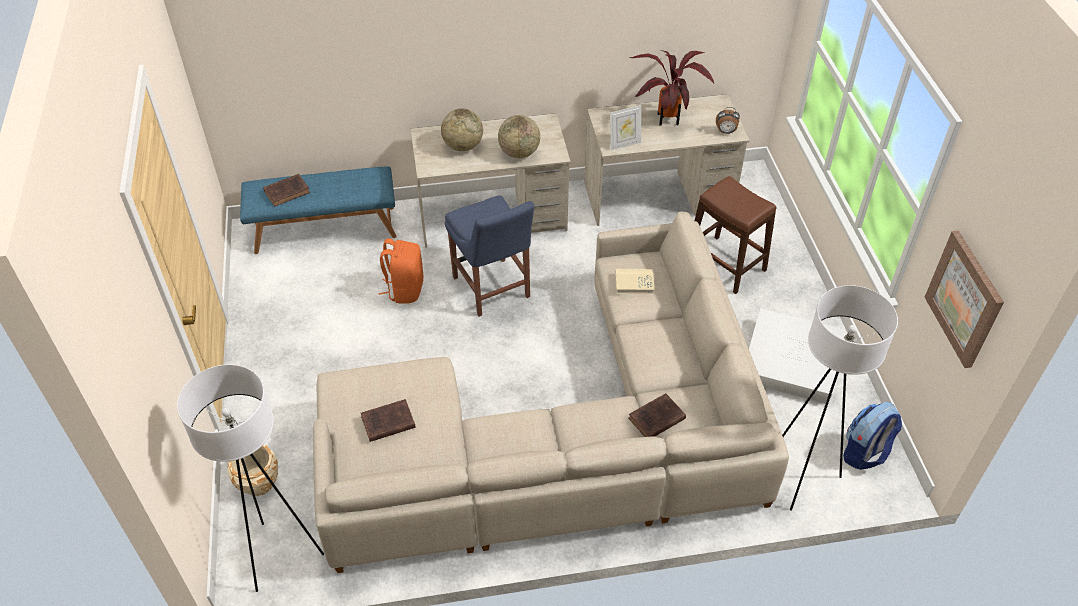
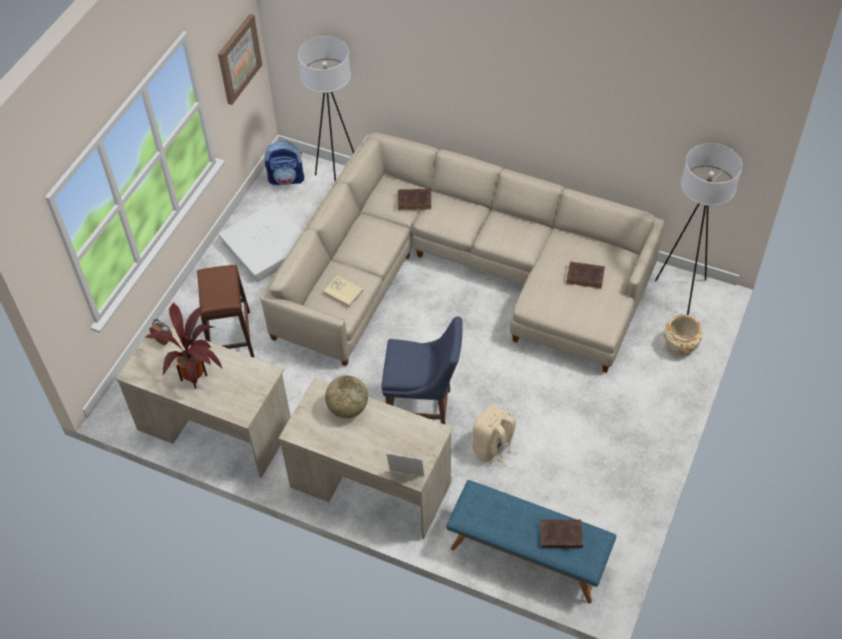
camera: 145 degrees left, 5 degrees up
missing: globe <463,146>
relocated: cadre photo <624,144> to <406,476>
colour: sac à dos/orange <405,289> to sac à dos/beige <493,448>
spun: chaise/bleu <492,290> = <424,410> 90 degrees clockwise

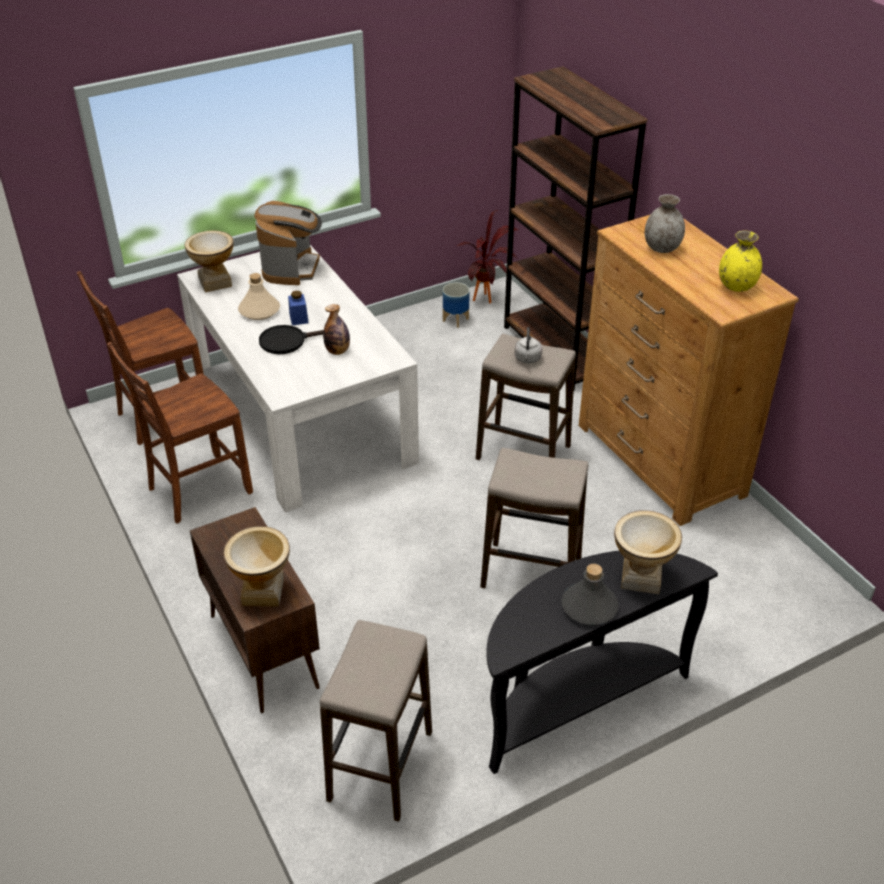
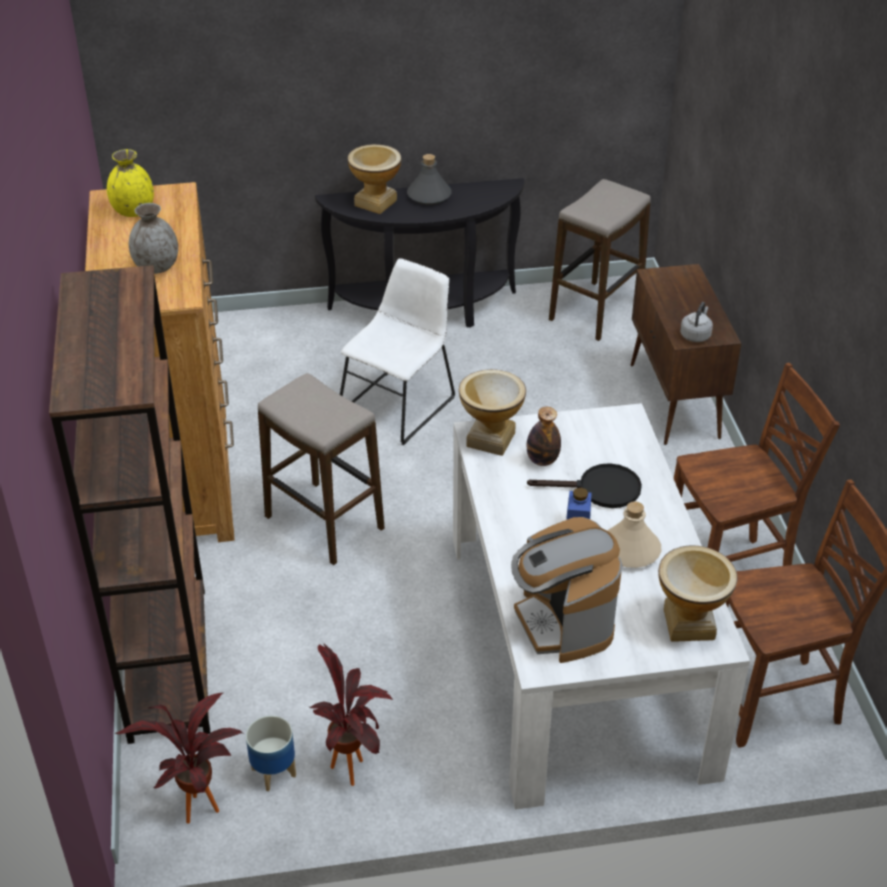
camera: 160 degrees left, 0 degrees up
appeared: plante en pot <354,764>
relocated: vase <263,592> to <490,439>; bouilloire/gris <527,359> to <696,335>
exchanged: tabouret <531,573> to chaise/blanc <399,404>
spun: machine à café <291,268> = <563,623> 45 degrees counterclockwise

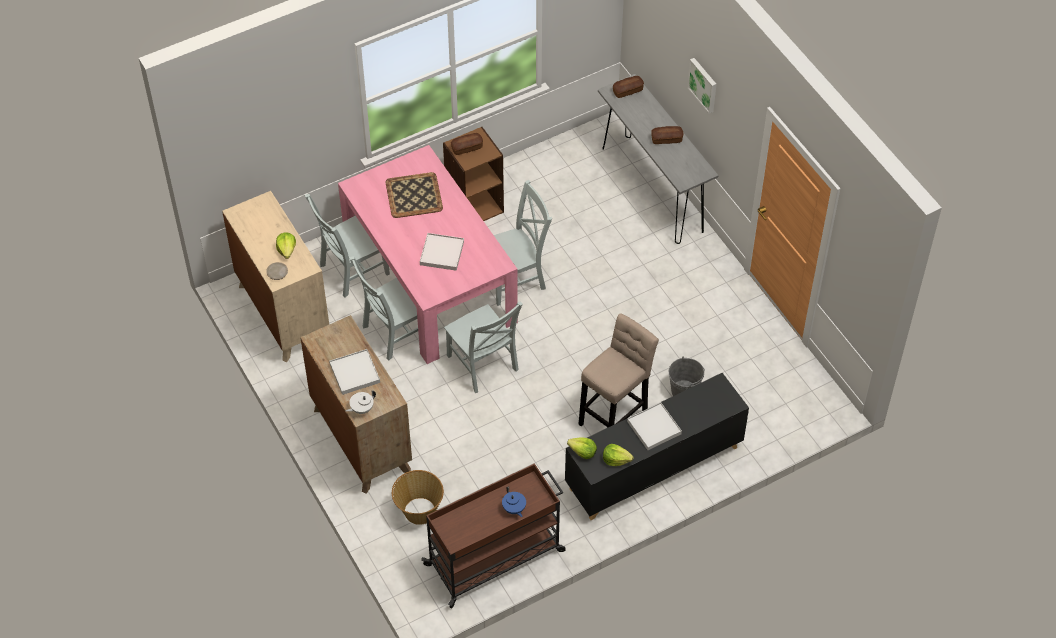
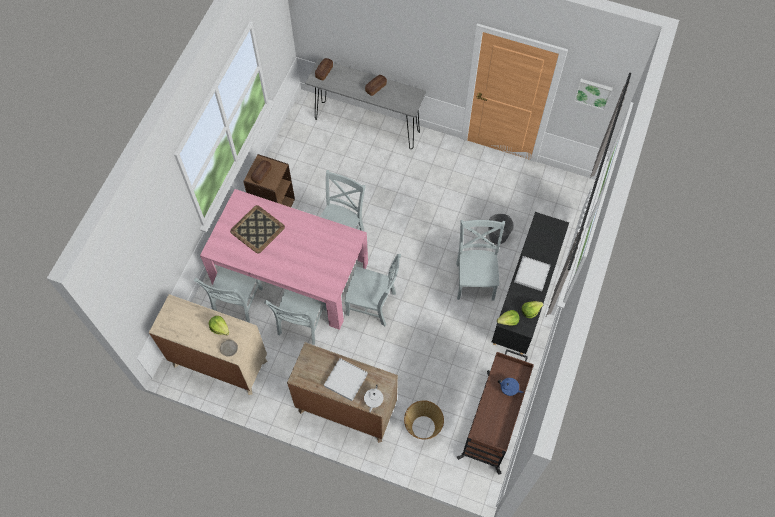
camera: 40 degrees left, 10 degrees up
missing: plateau/blanc <441,253>
relocated: tableau <703,84> to <593,93>
exchanged: tabouret/beige <615,415> to chaise/gris <475,279>

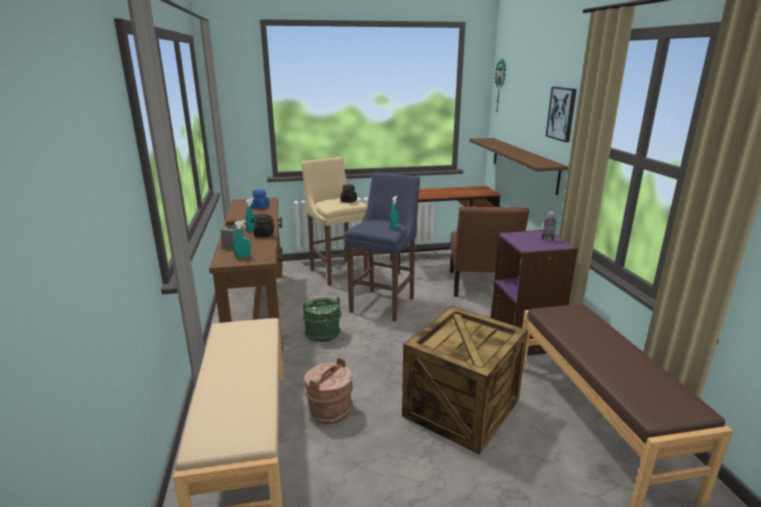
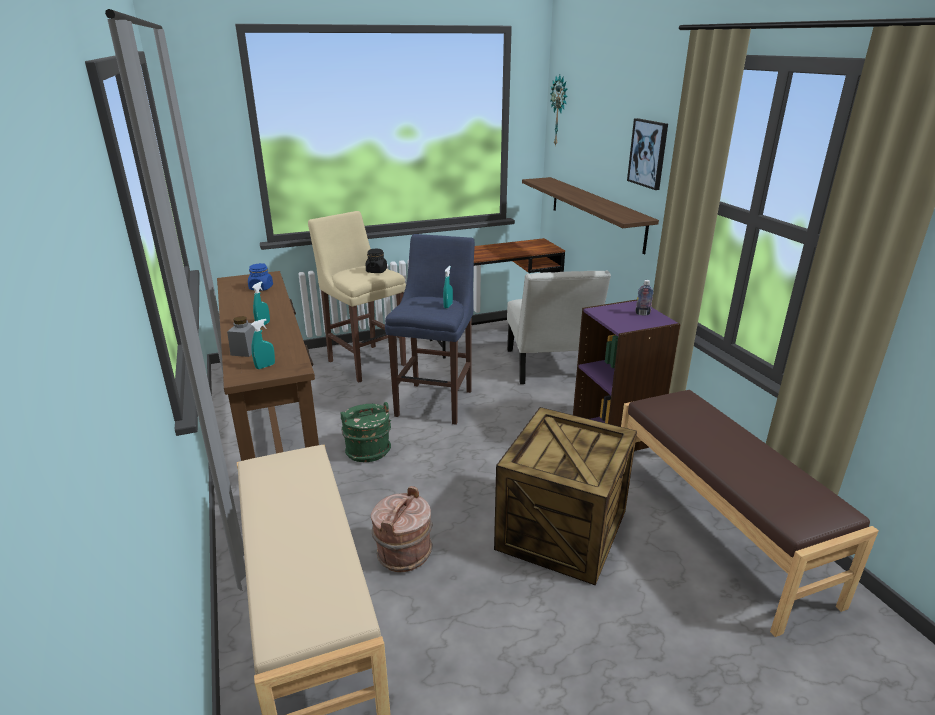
camera: 10 degrees left, 5 degrees up
missing: bocal/noir <264,235>
colour: chaise/marron <480,286> to chaise/blanc <549,368>

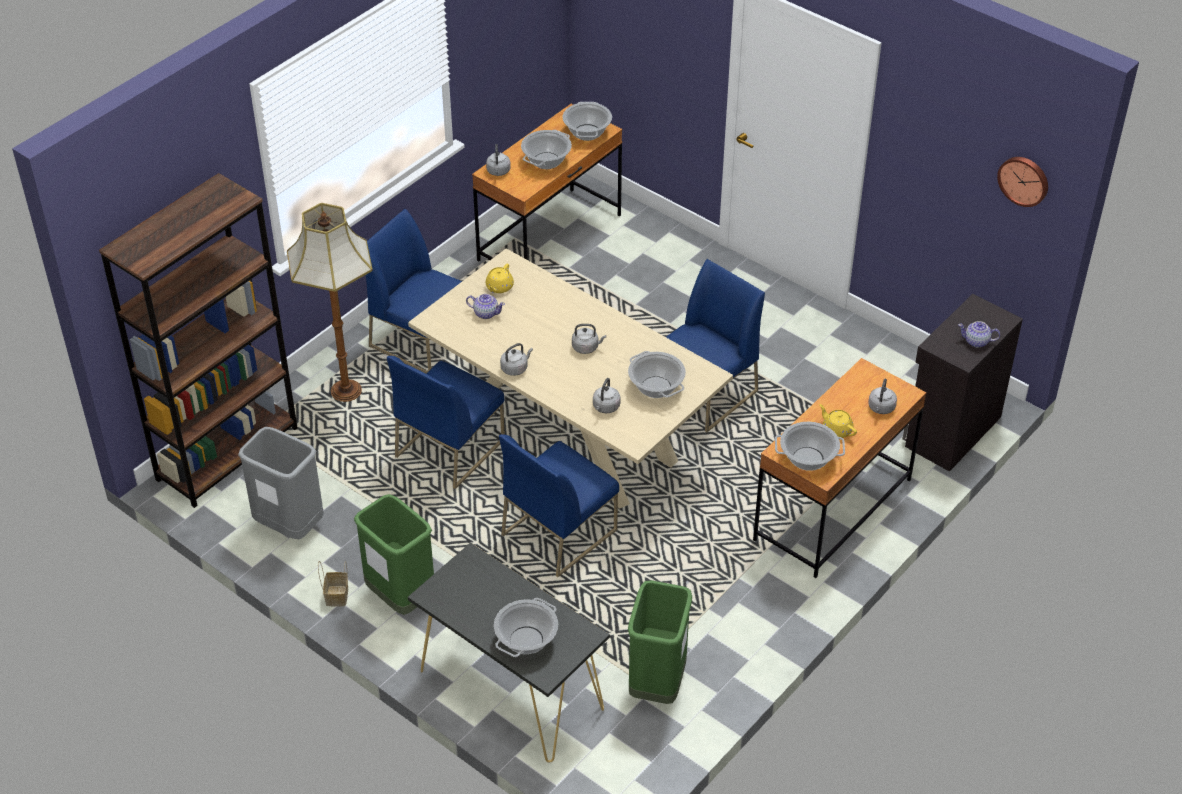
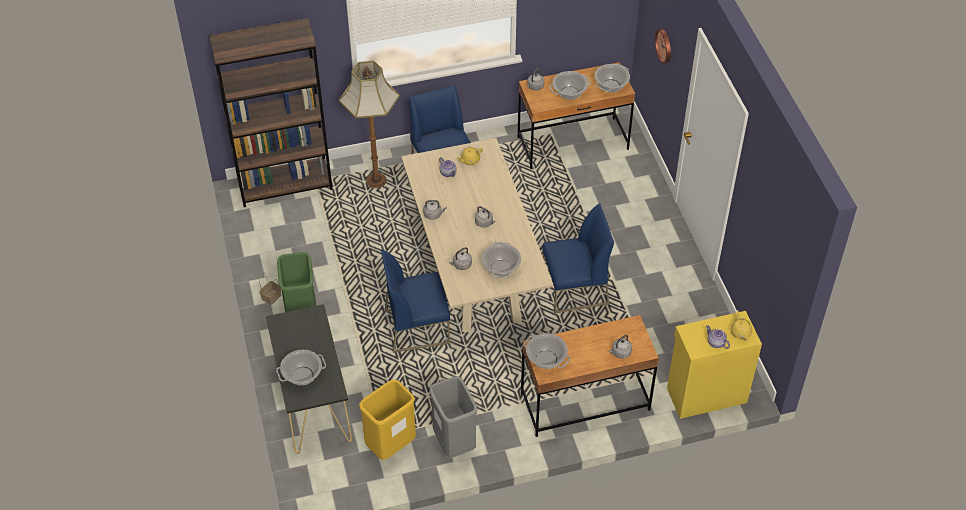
camera: 35 degrees right, 5 degrees up
missing: chaise/bleu <450,448>
relocated: poubelle/gris <290,526> to <454,442>; horloge murale <1024,180> to <664,45>; théière/jaune <836,430> to <740,331>
colour: poubelle/vert <657,684> to poubelle/jaune <390,445>; meuble de rangement/noir <951,431> to meuble de rangement/jaune <705,394>

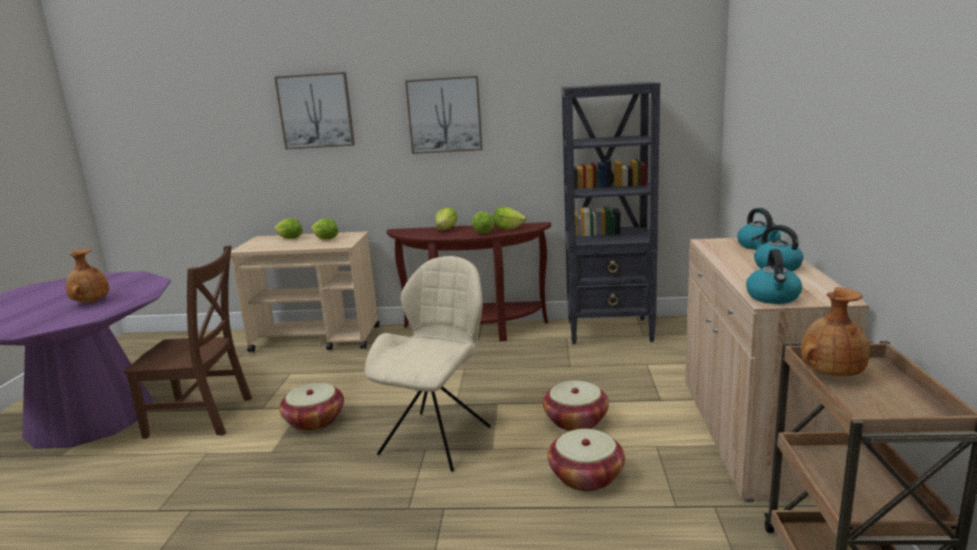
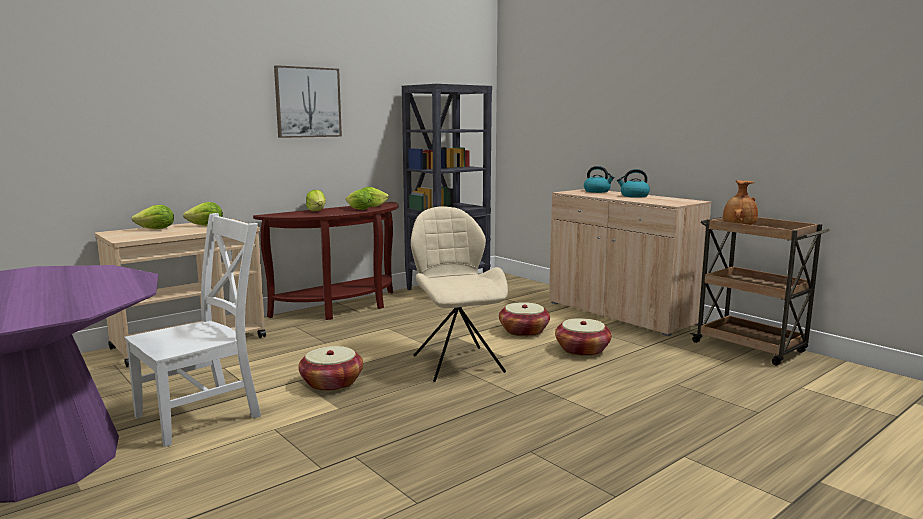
camera: 45 degrees left, 5 degrees down
missing: vase/marron <90,302>; tableau <316,111>; bouilloire <773,297>
colour: chaise/marron <204,417> to chaise/blanc <203,414>

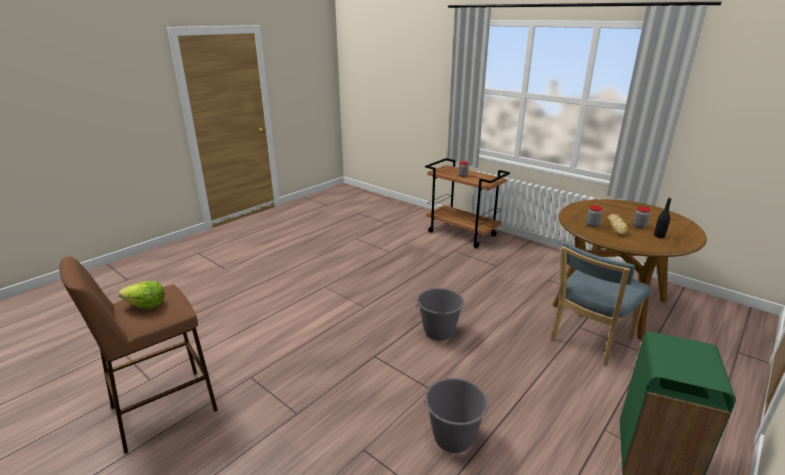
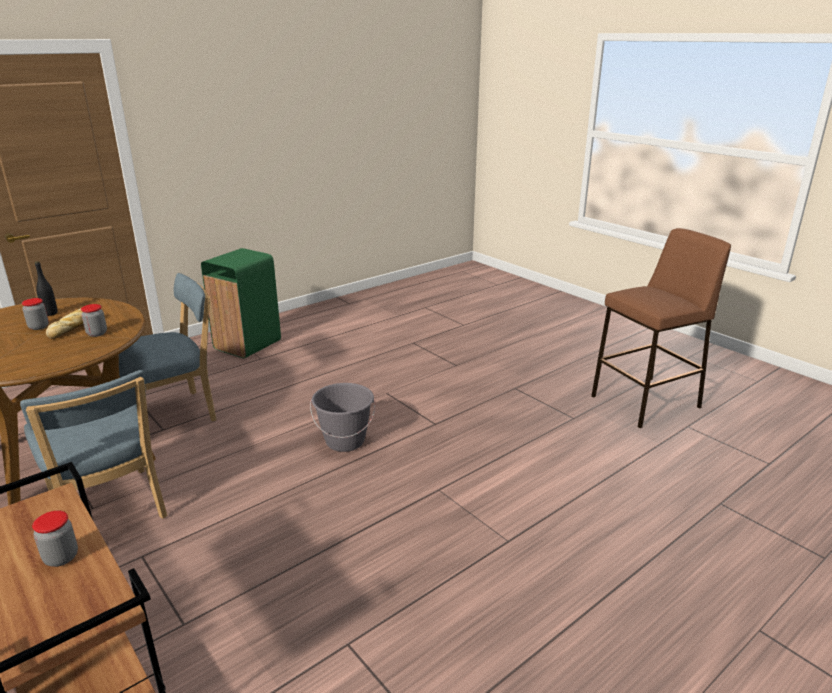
camera: 170 degrees left, 0 degrees up
missing: laitue <146,305>; seau/gris <453,438>
appeared: chaise/bleu <110,512>

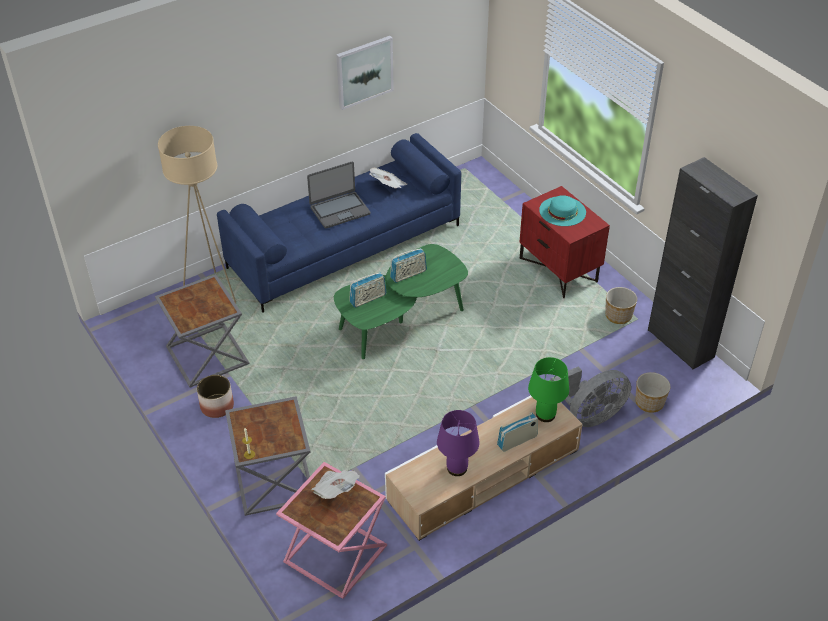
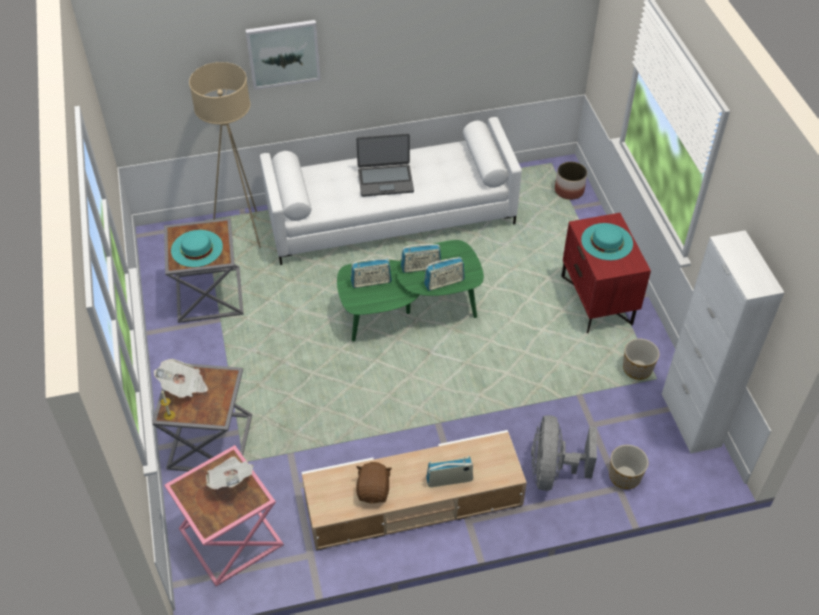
camera: 20 degrees right, 5 degrees up
missing: lampe de table/vert <545,415>
appeared: chapeau/turquoise <196,248>; radio <444,282>
relocated: journal <388,186> to <184,386>; tableau <364,72> to <283,53>; cache-pot <217,406> to <569,190>
exchanged: lampe de table/violet <457,468> to peluche/marron <374,490>
colour: canapé/bleu <345,246> to canapé/blanc <391,216>; meuble de rangement/noir <680,343> to meuble de rangement/blanc <690,420>
spun: ventilateur/gris <589,415> = <553,471> 105 degrees clockwise

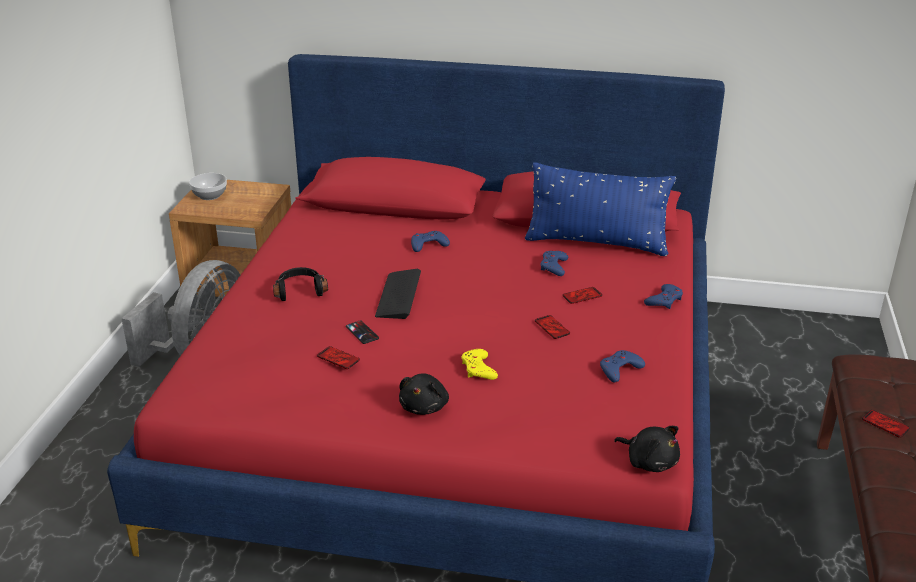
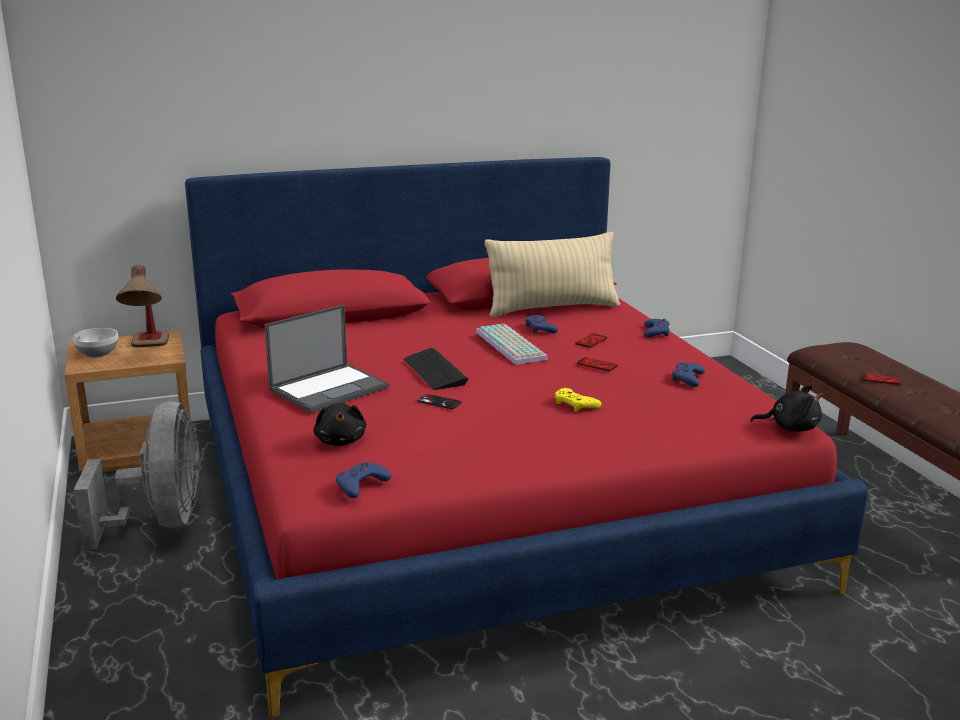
camera: 30 degrees left, 10 degrees down
missing: téléphone <338,358>
appeared: lampe de table <149,348>; clavier <512,345>
relocated: peluche/noir <425,407> to <340,441>; manette/bleu <428,244> to <361,484>
exchanged: casque audio/noir <300,290> to ordinateur portable <330,388>
colour: coussin/bleu <596,243> to coussin/beige <552,308>

